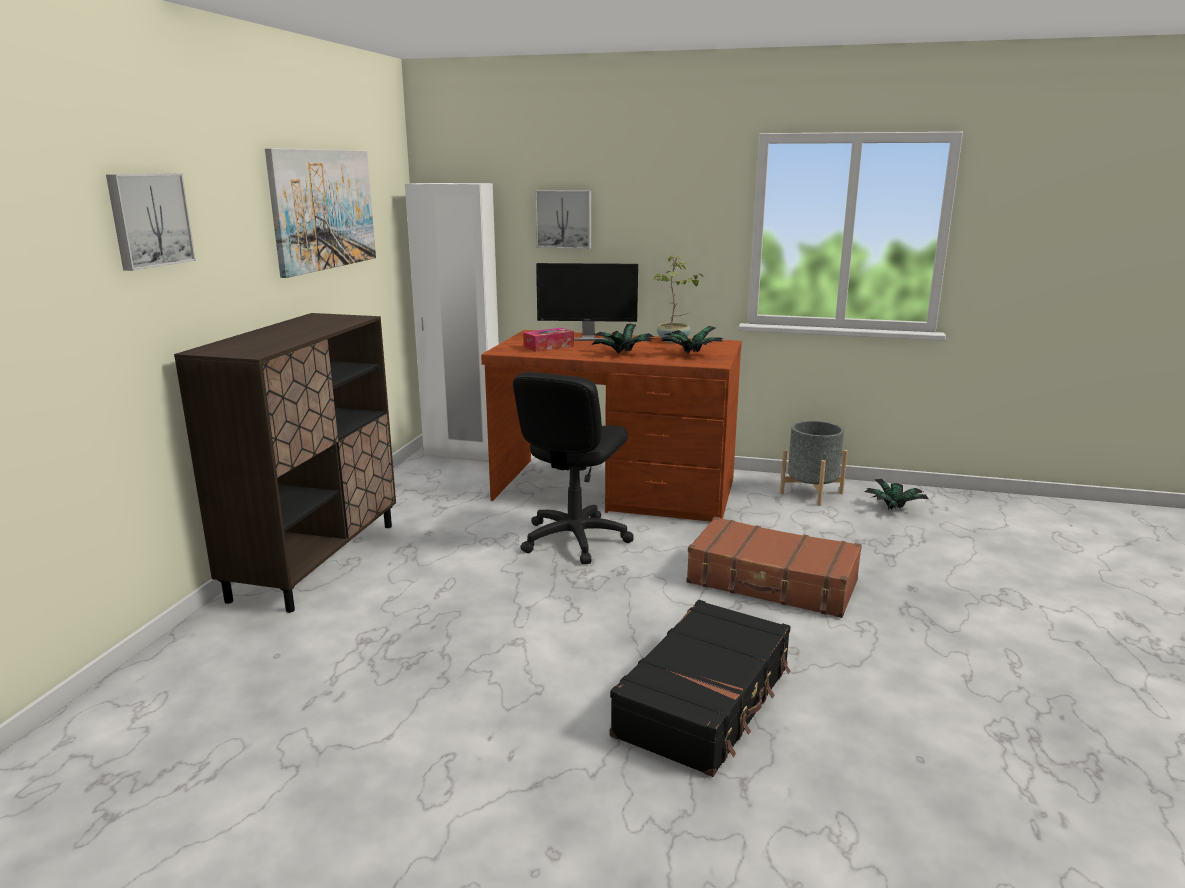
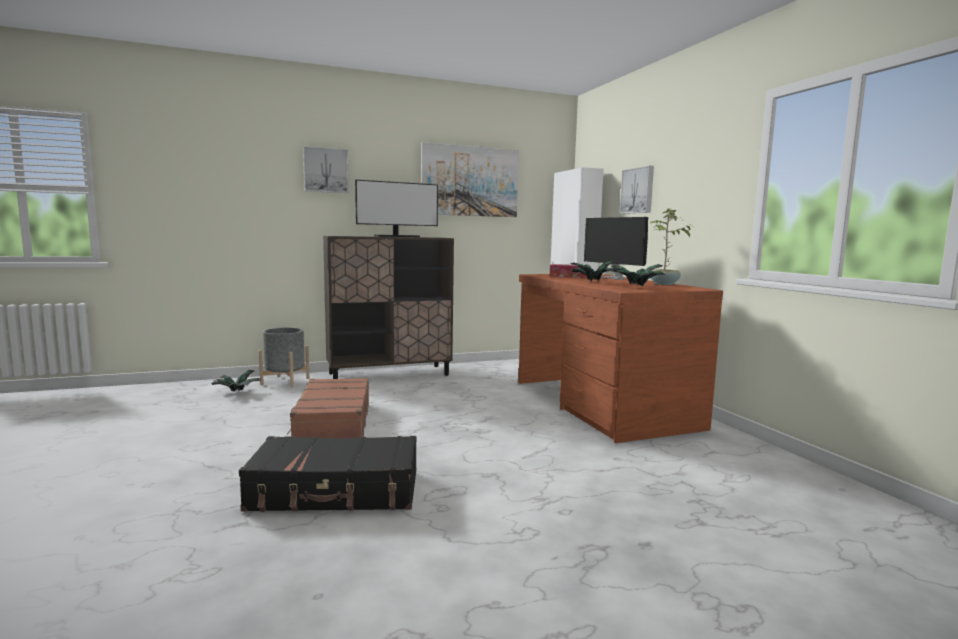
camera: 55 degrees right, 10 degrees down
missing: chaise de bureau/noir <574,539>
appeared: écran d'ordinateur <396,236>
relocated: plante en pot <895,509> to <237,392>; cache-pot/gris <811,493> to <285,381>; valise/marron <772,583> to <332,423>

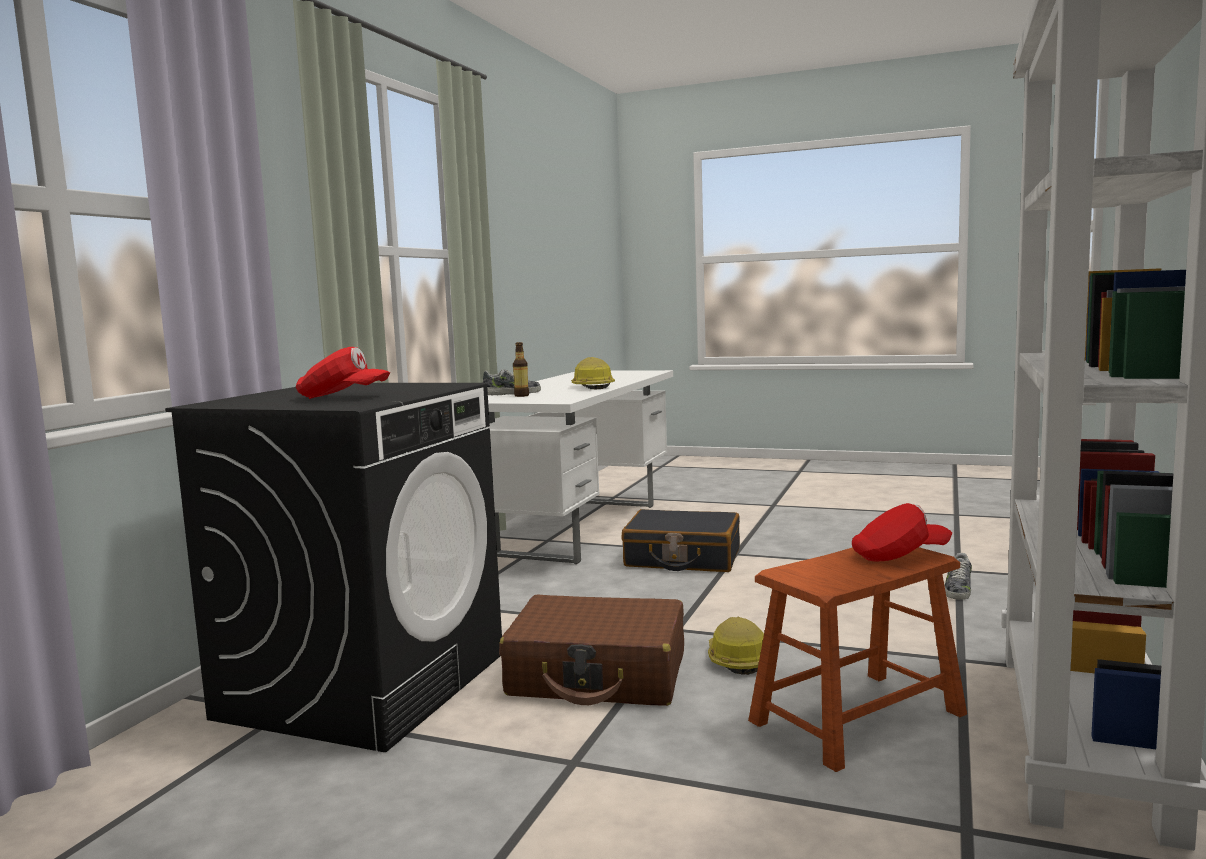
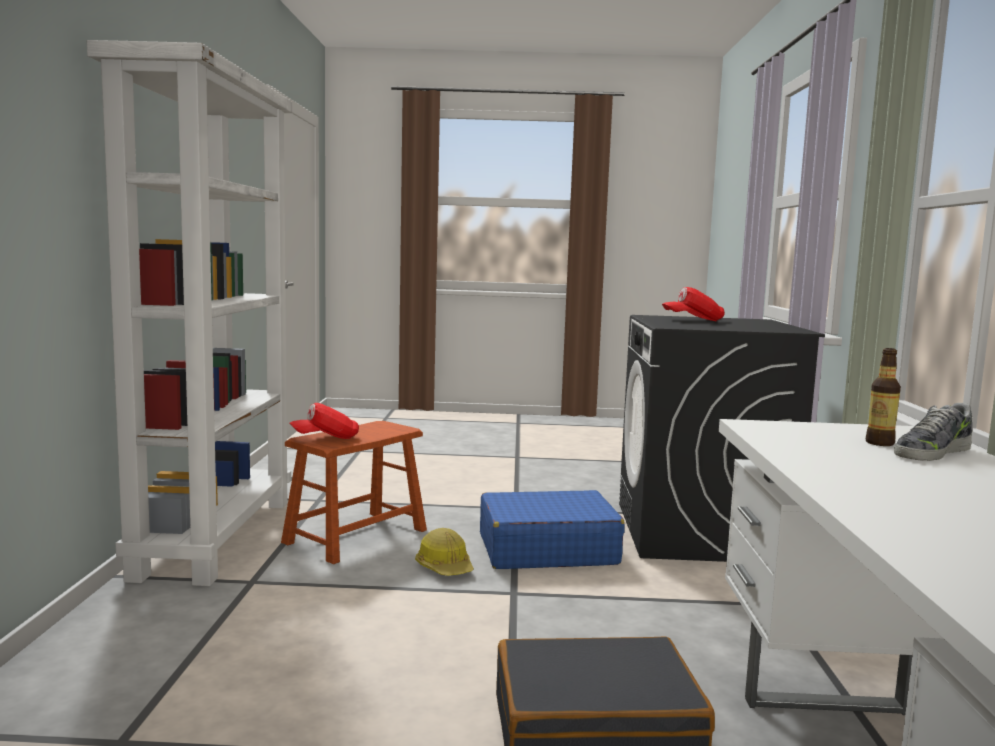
camera: 160 degrees right, 0 degrees up
missing: casque de chantier <591,387>; chaussure <958,589>
colour: valise/marron <598,675> to valise/bleu <546,549>

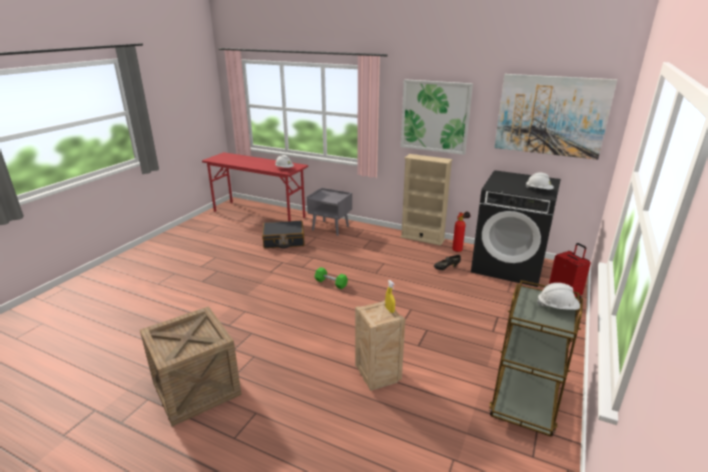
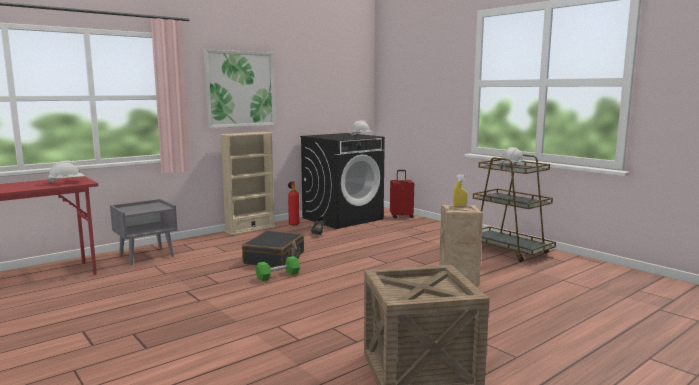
camera: 65 degrees left, 15 degrees down
missing: tableau <551,116>
relocated: valise/noir <283,241> to <274,258>

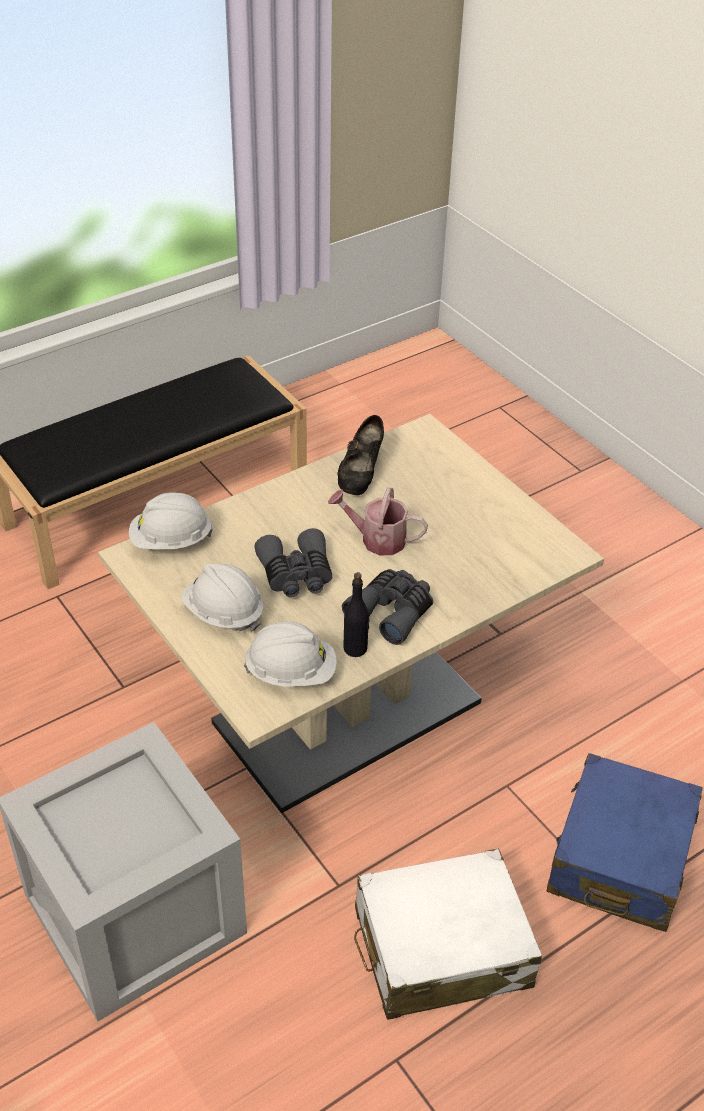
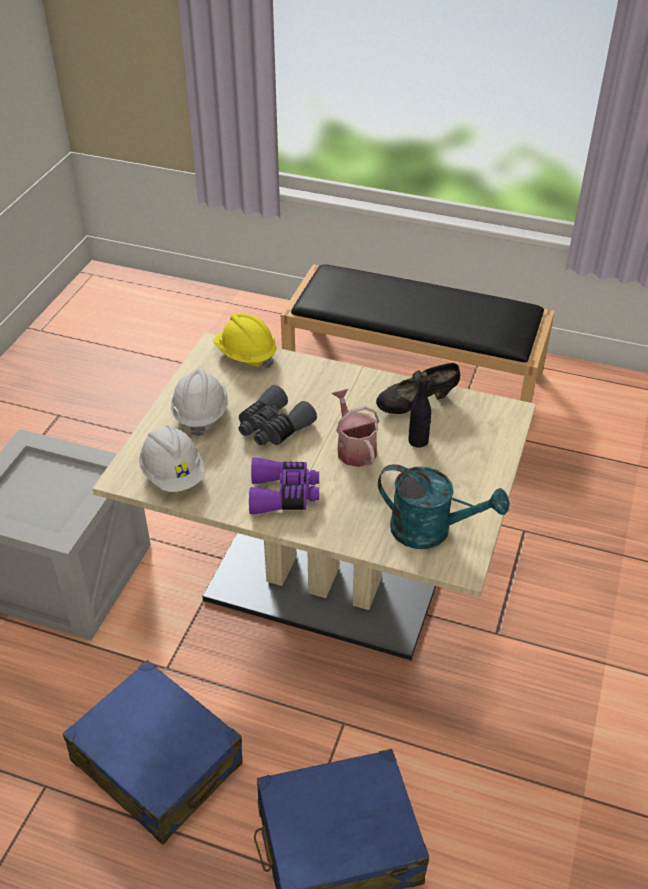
camera: 55 degrees right, 0 degrees up
appeared: arrosoir/turquoise <431,531>
relocated: bouteille/noir <355,648> to <418,441>
colour: valise/blanc <441,948> to valise/bleu <157,762>; casque de chantier/blanc <171,541> to casque de chantier/jaune <246,355>; jumelles/gris <392,612> to jumelles/violet <284,494>

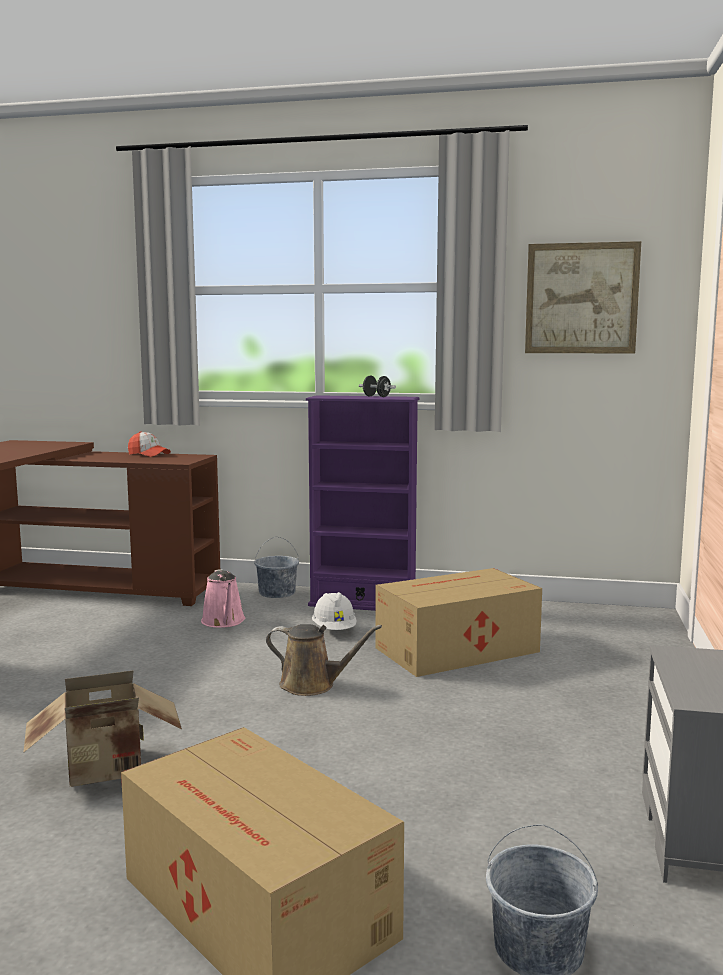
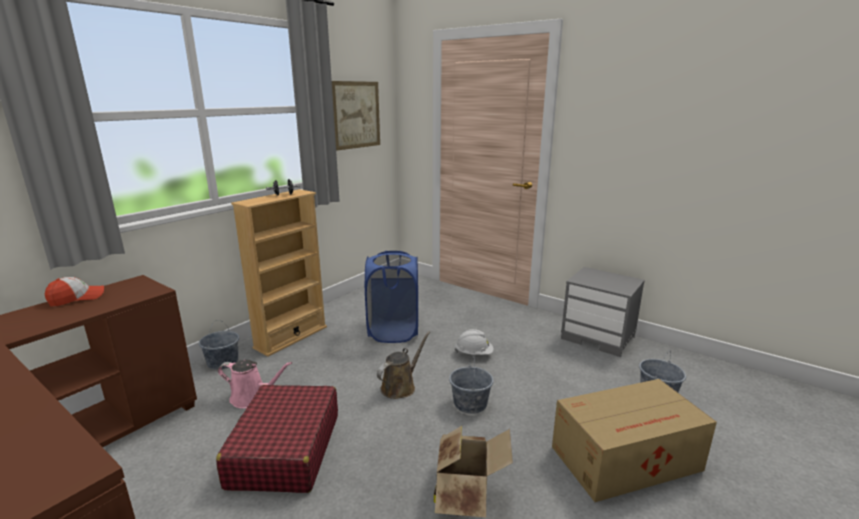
camera: 65 degrees left, 10 degrees up
appeared: valise/rouge <285,450>; seau/gris <470,403>
relocated: casque de chantier/blanc <334,630> to <474,354>
exchanged: carton <454,650> to panier à linge/bleu <393,331>
colour: bibliothèque/violet <363,604> to bibliothèque/beige <291,337>

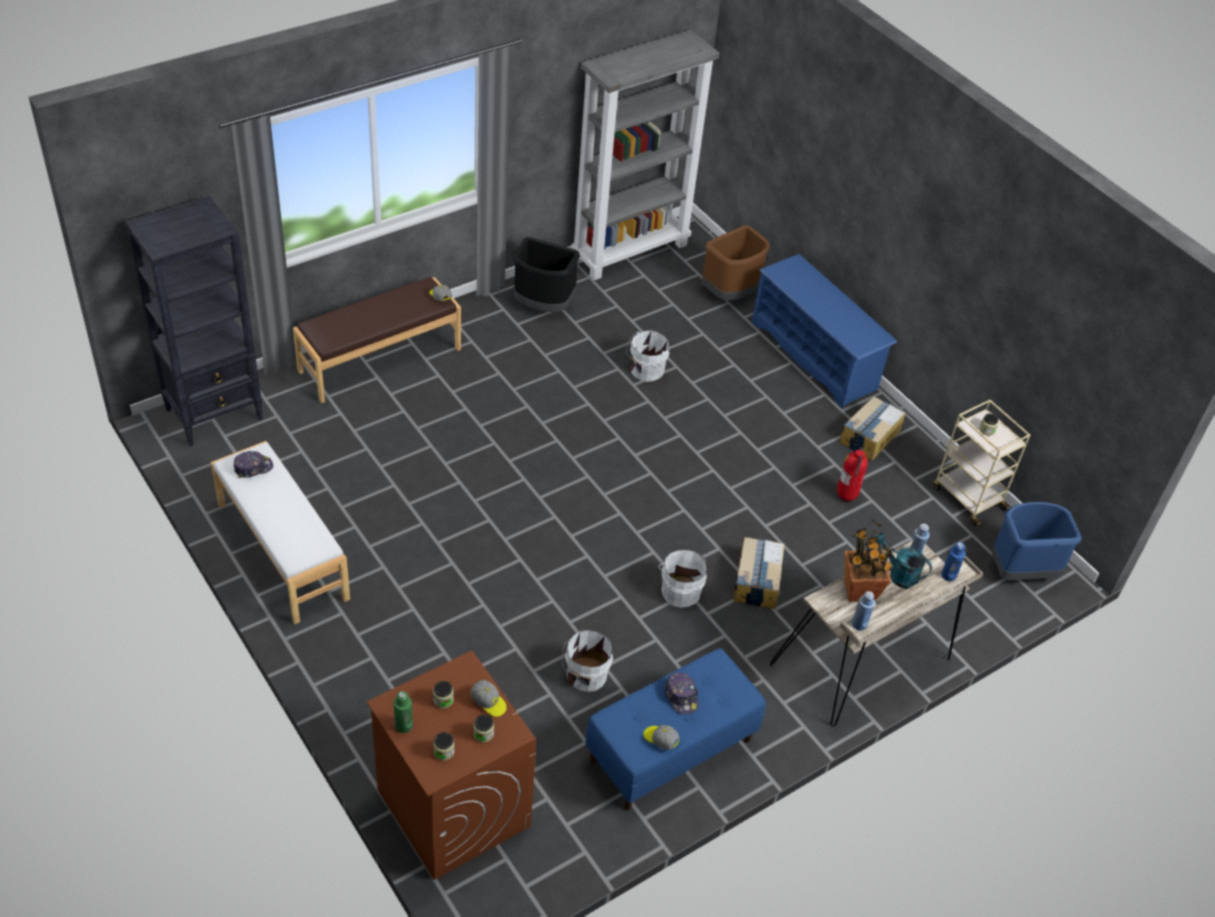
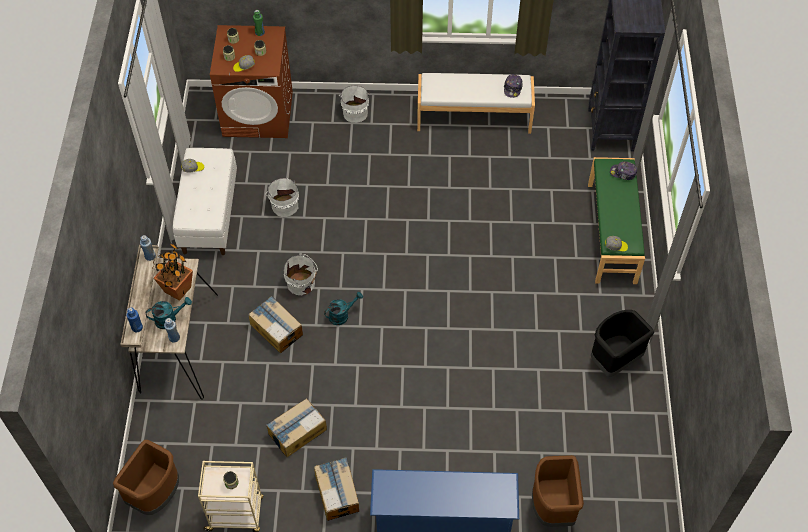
camera: 130 degrees right, 10 degrees up
missing: bibliothèque/gris <630,251>
appeared: arrosoir/turquoise <342,315>
relocated: seau/blanc <645,370> to <355,112>; casquette <681,696> to <623,173>
exchanged: extincteur <846,497> to carton <297,432>
colour: poubelle/bleu <1020,571> to poubelle/marron <156,493>; banc/bleu <670,751> to banc/blanc <209,215>; banc/marron <379,359> to banc/vert <612,233>

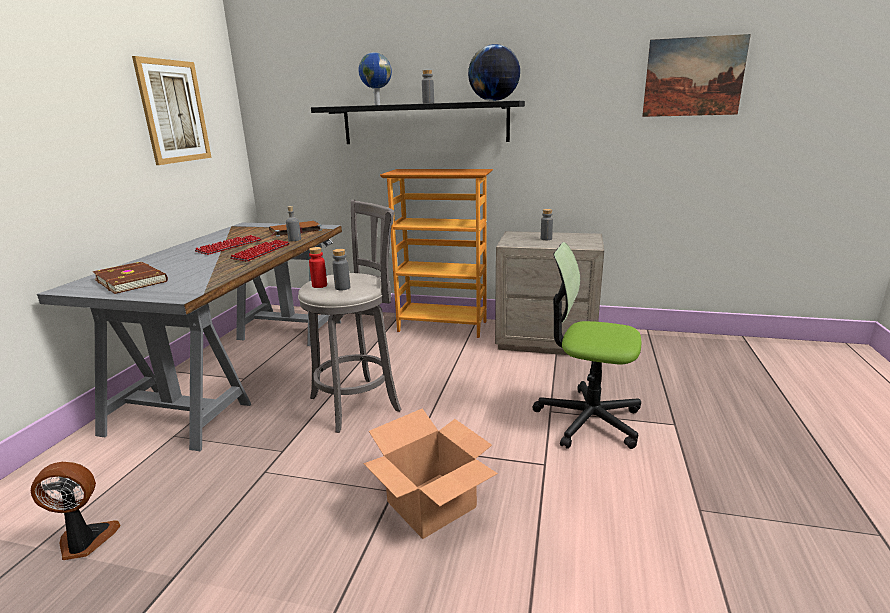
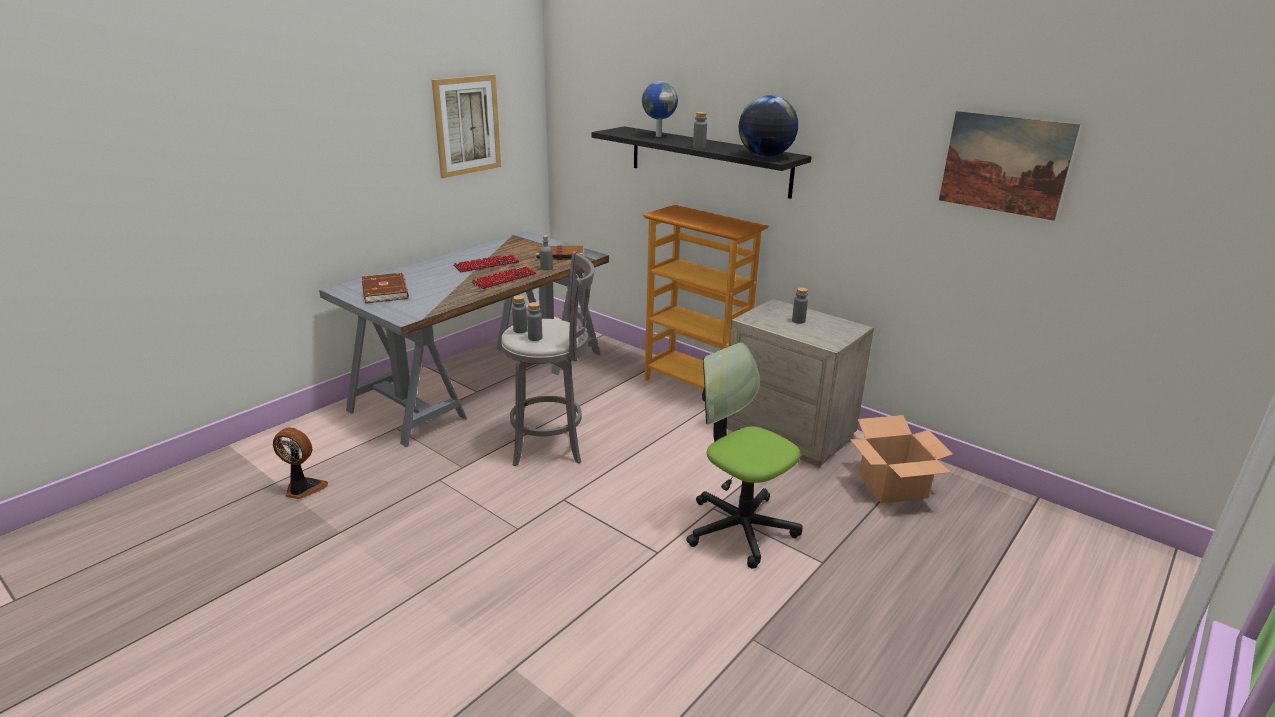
camera: 25 degrees right, 5 degrees up
relocated: carton <432,503> to <893,486>
colour: bouteille/rouge <319,285> to bouteille/gris <520,330>

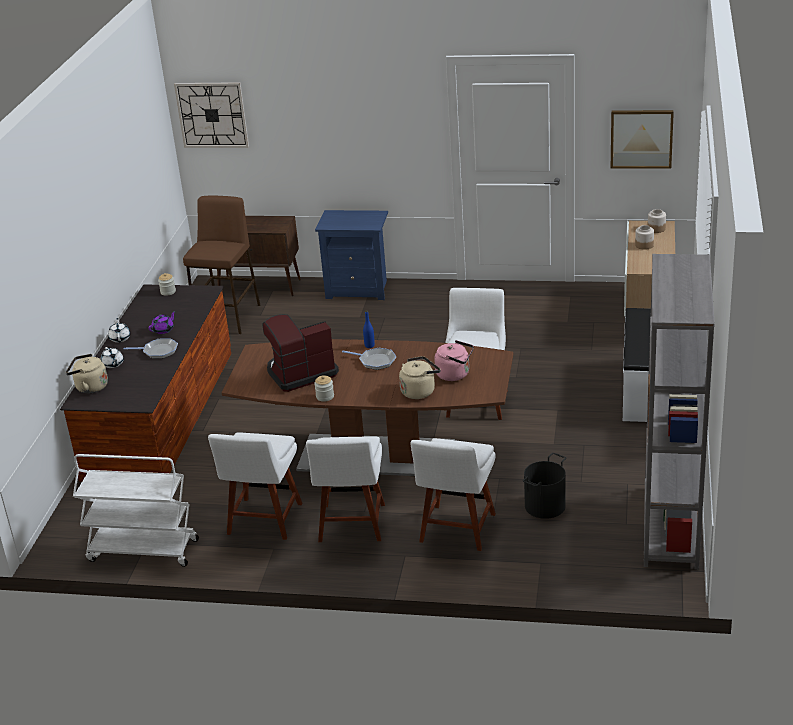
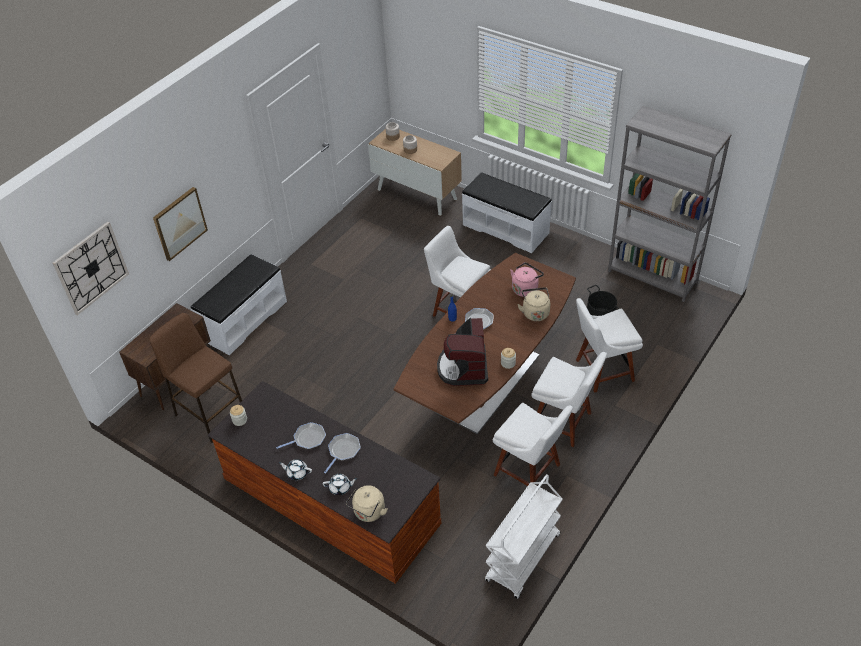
camera: 65 degrees left, 15 degrees up
relocated: tableau <641,138> to <179,223>
exchanged: table de chevet/bleu <359,289> to banc/blanc <244,320>; théière/violet <163,330> to poêle <308,439>
spun: chaise/blanc <456,530> = <601,371> 120 degrees clockwise

